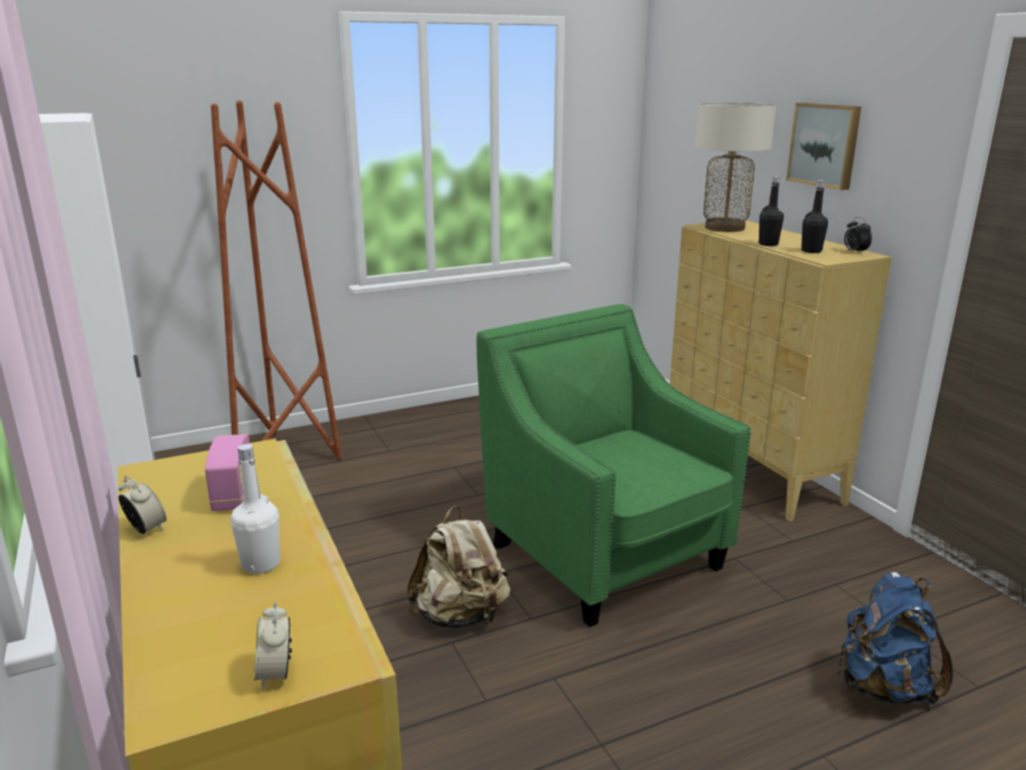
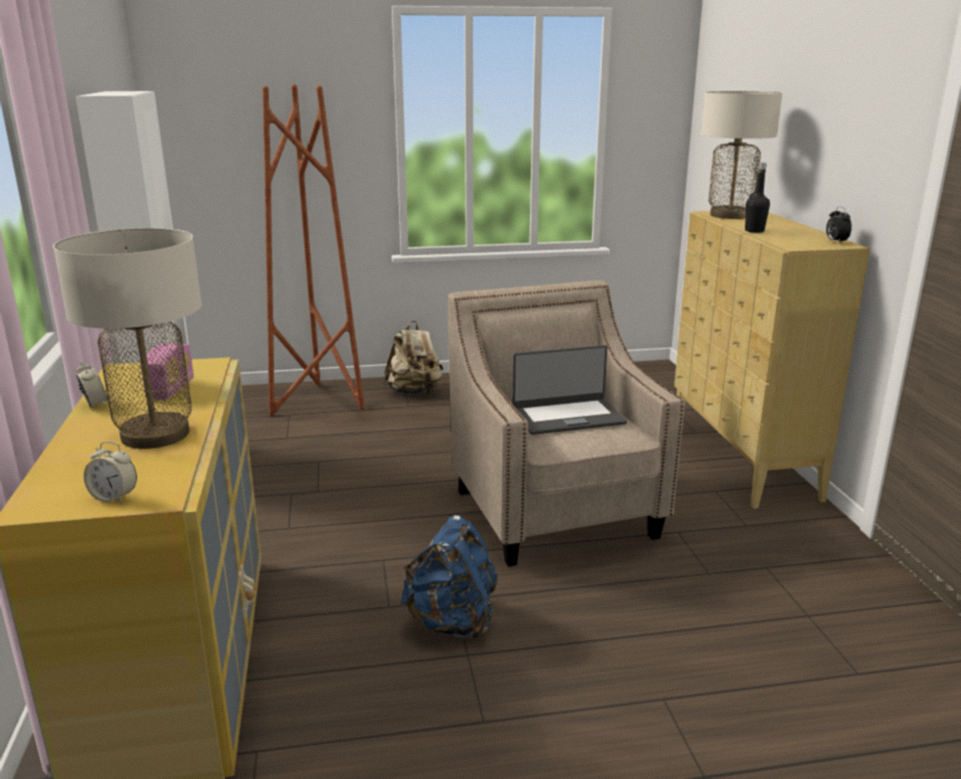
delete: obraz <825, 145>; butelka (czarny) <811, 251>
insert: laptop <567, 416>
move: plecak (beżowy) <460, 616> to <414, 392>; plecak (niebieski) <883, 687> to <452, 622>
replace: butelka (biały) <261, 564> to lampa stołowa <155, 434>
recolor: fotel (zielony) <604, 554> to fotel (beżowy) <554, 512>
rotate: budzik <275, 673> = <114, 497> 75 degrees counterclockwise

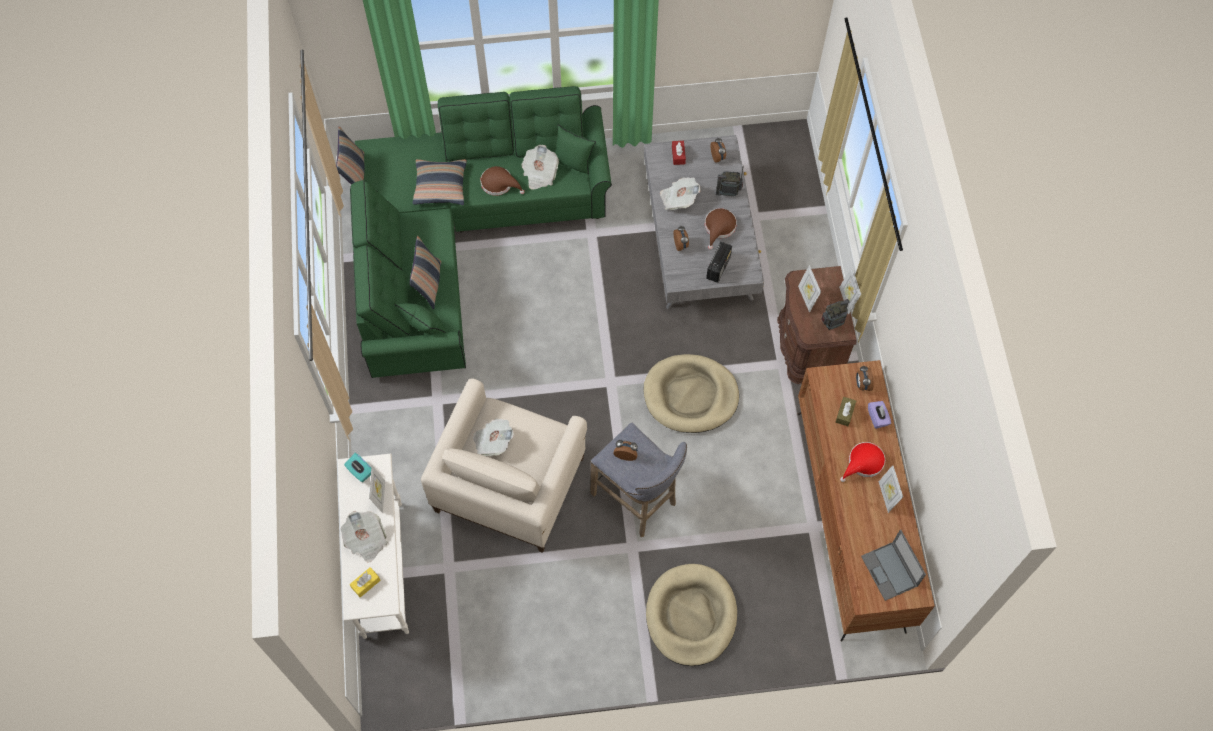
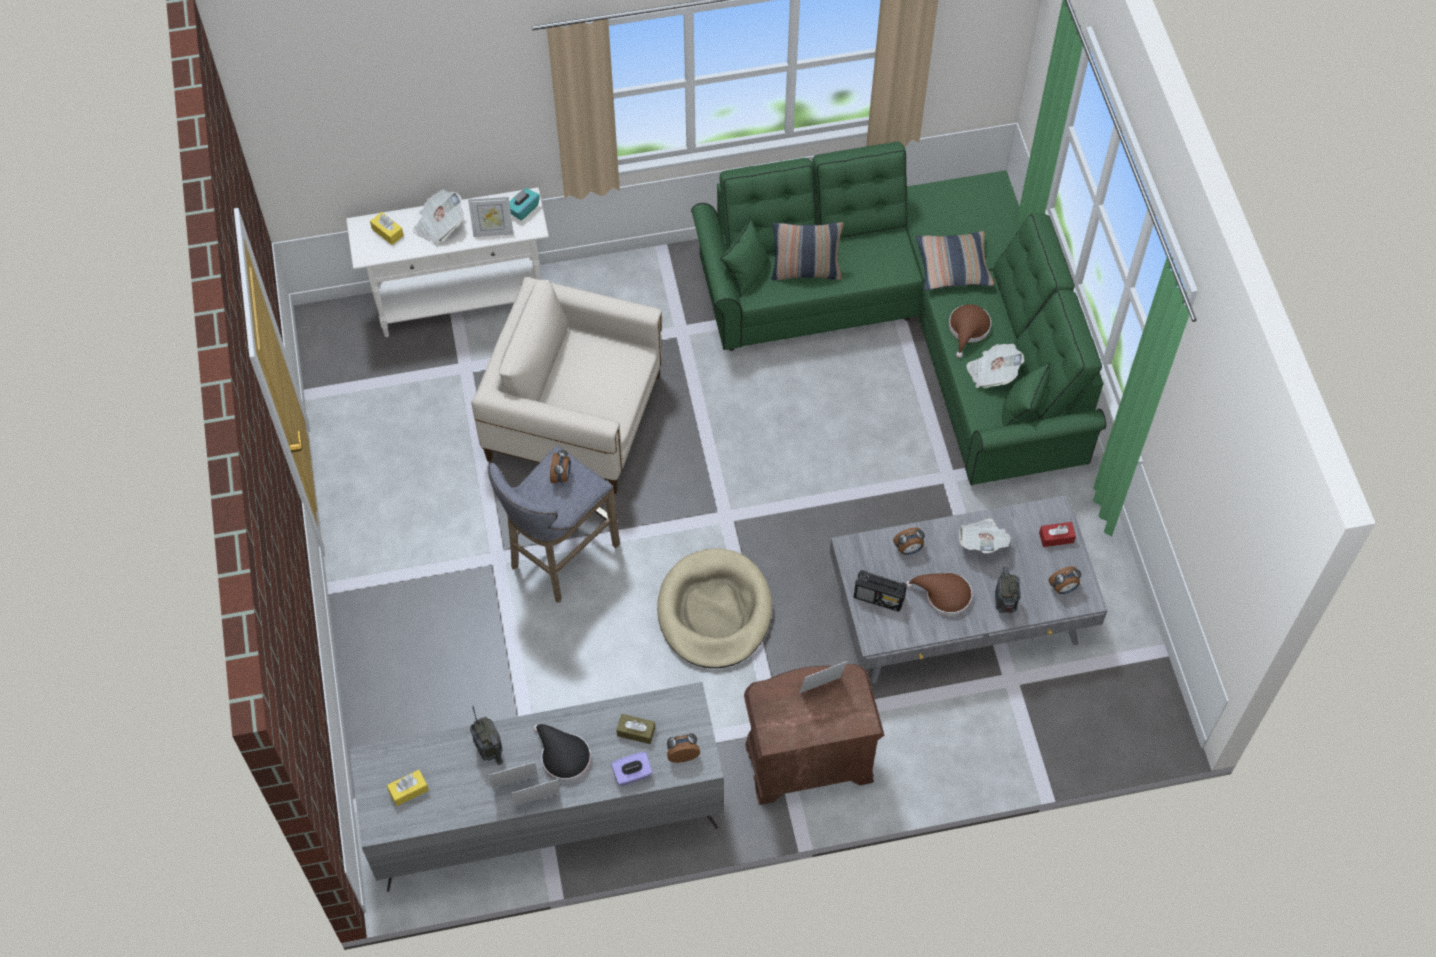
delete: poduszka <355, 175>; gazeta <493, 441>; legowisko (beżowy) <691, 616>
move: ramka na zdjęcie <847, 300> to <538, 803>; radio <832, 323> to <489, 750>
replace: laptop <890, 571> to pudełko chusteczek (żółty) <408, 790>
recolor: szafka pod telewizor (brązowy) <851, 520> to szafka pod telewizor (szary) <545, 819>; kapelusz (czerwony) <863, 463> to kapelusz (czarny) <563, 756>

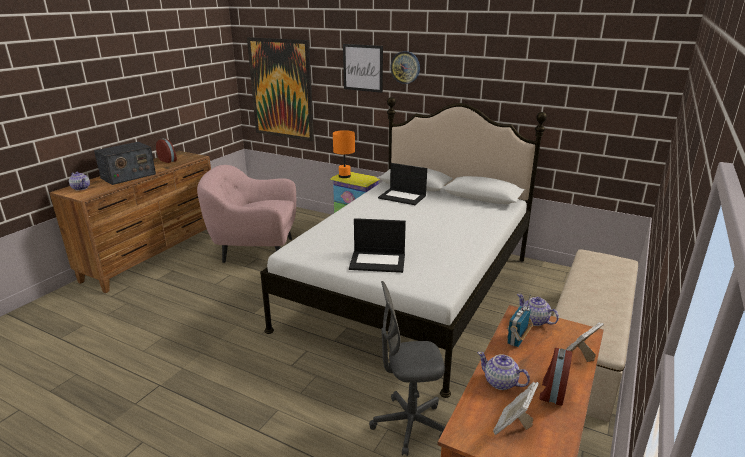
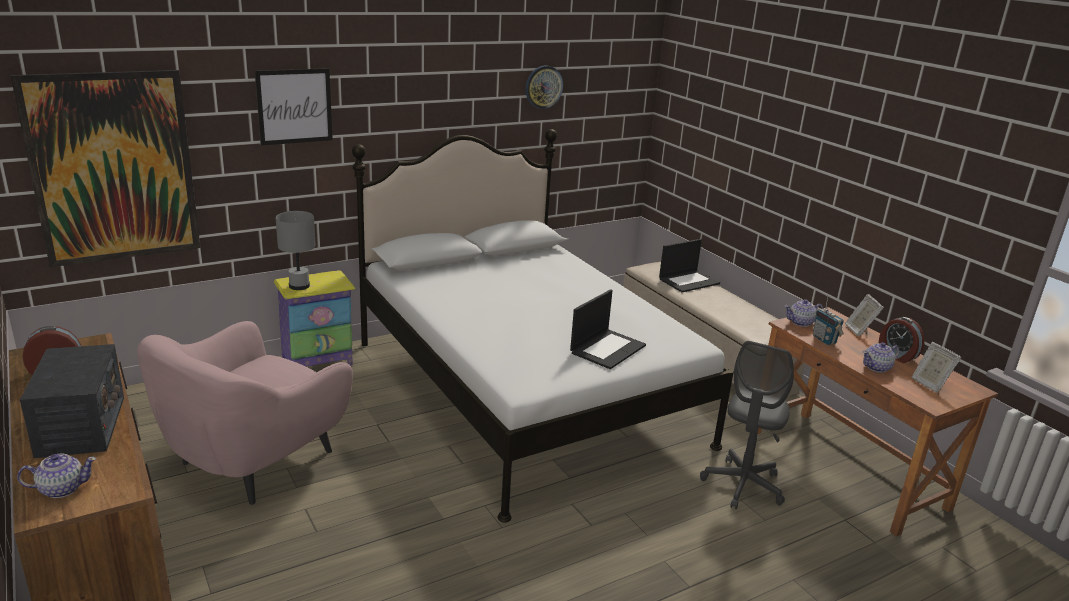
move: zegar ścienny <405, 67> to <543, 87>; laptop <403, 197> to <689, 281>
recolor: lampa stołowa (pomarańczowy) <344, 176> to lampa stołowa (szary) <299, 286>

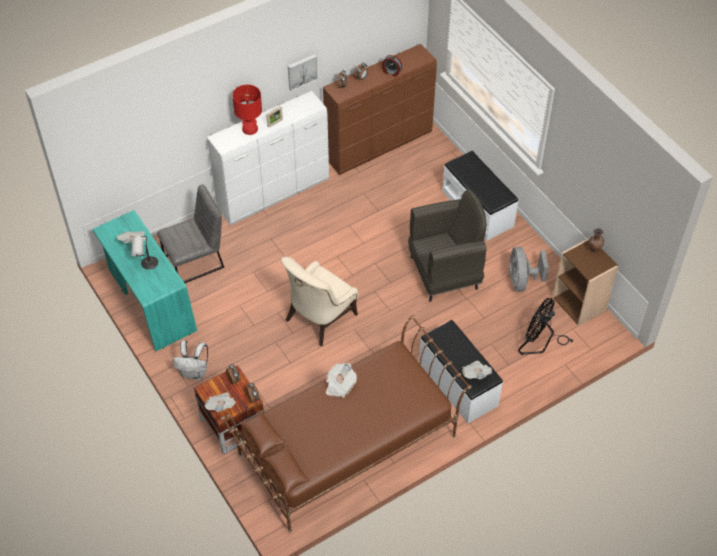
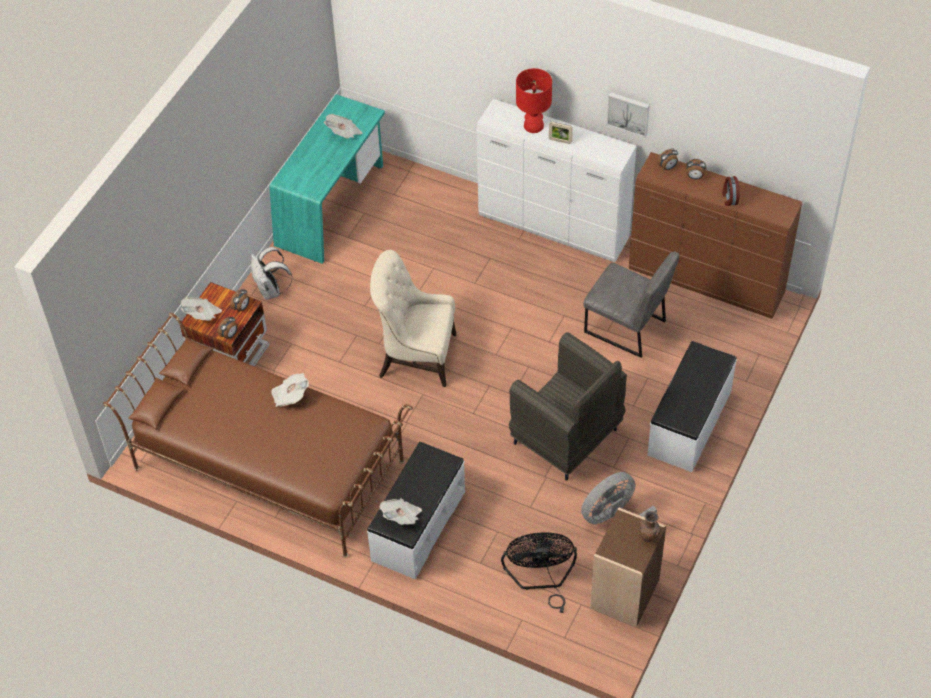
delete: lampa stołowa <146, 263>
move: krzesło (szary) <195, 261> to <627, 328>

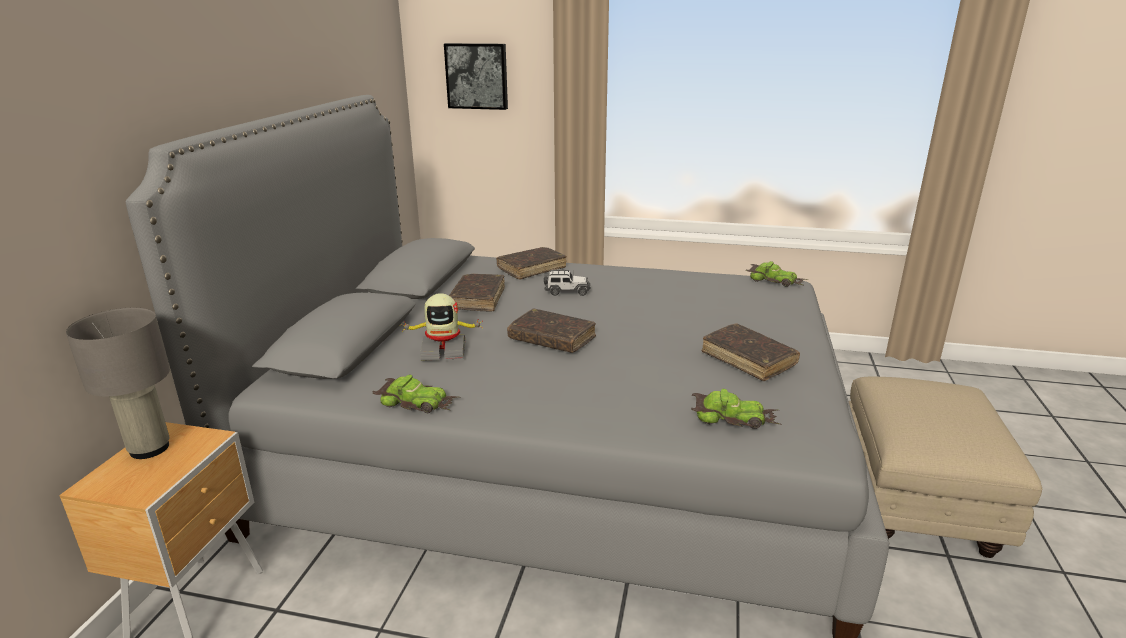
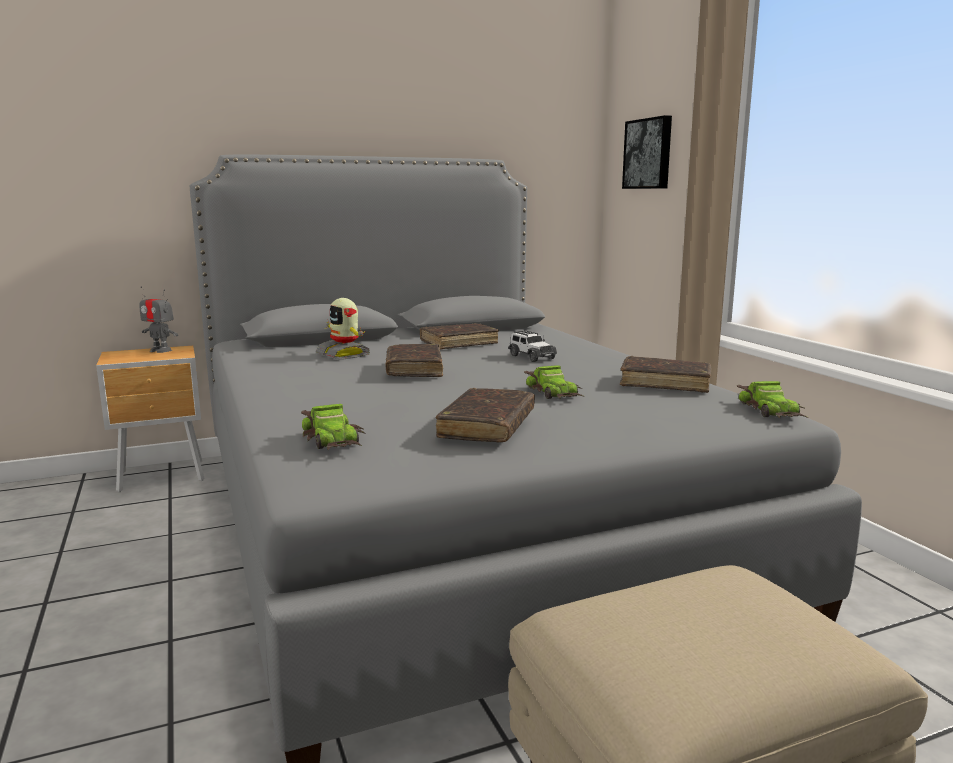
move: książka (brązowy) <531, 269> to <665, 384>; samochodzik <417, 402> to <553, 392>
replace: lampa stołowa (szary) <150, 448> to robot zabawkowy <160, 350>

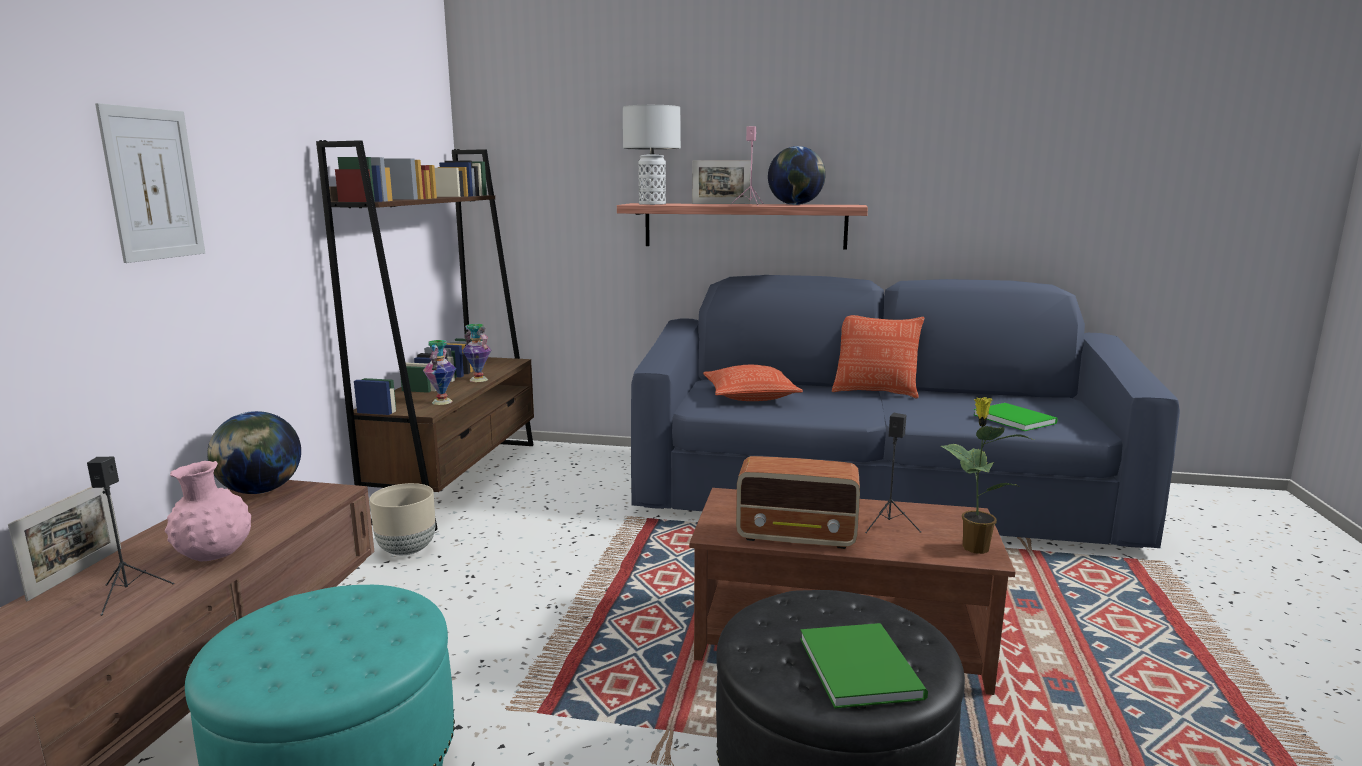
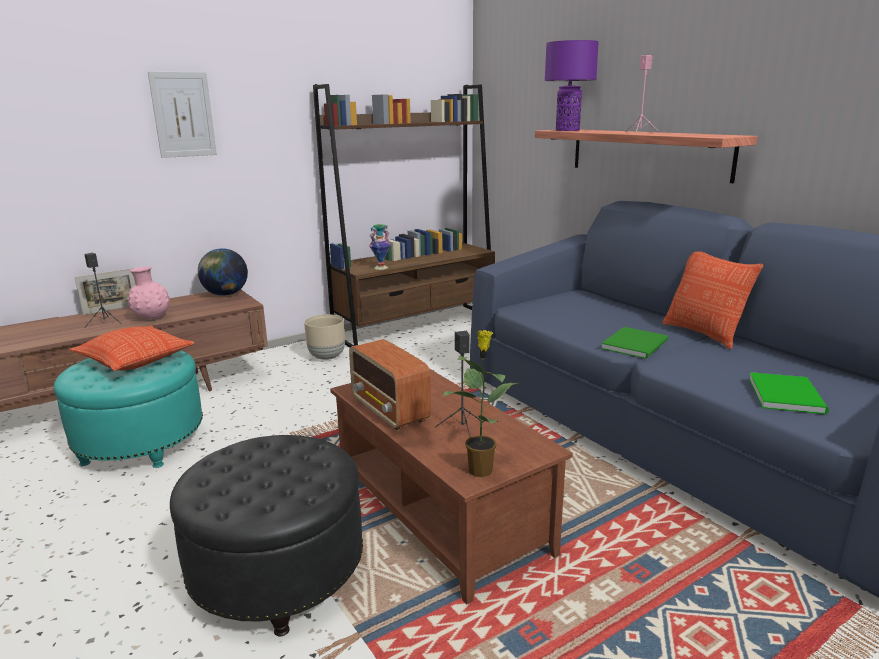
delete: globus <795, 204>; ramka na zdjęcie <720, 203>; wazon <478, 379>
move: poduszka (pomarańczowy) <750, 396> to <136, 361>; książka (zielony) <861, 665> to <637, 344>
recolor: lampa stołowa (biały) <653, 204> to lampa stołowa (fioletowy) <568, 130>

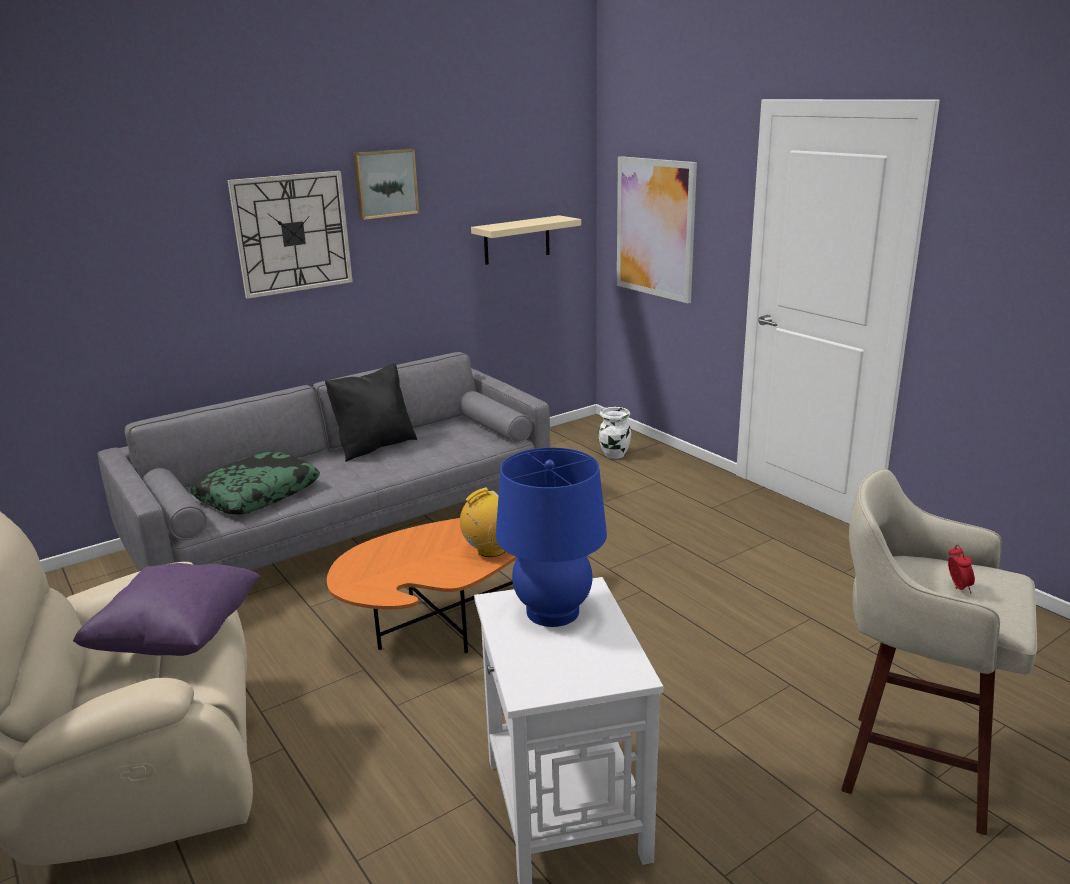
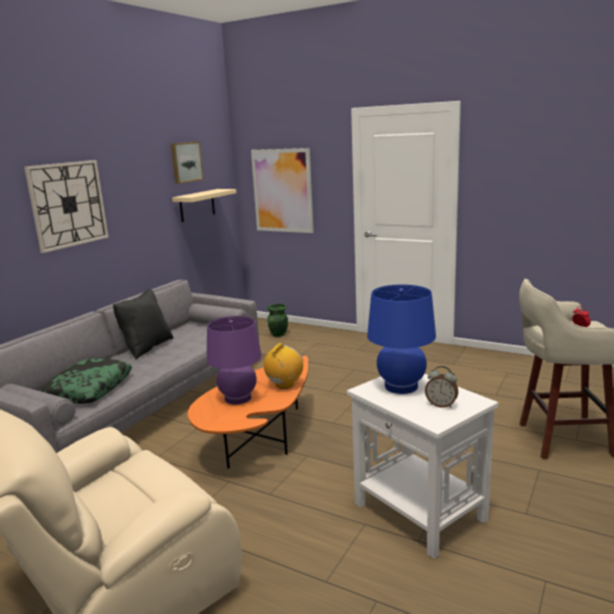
delete: poduszka (fioletowy) <177, 638>
insert: lampa stołowa (fioletowy) <238, 398>; budzik <441, 405>
move: obraz <385, 183> to <185, 162>
recolor: wazon (biały) <614, 455> to wazon (zielony) <278, 334>

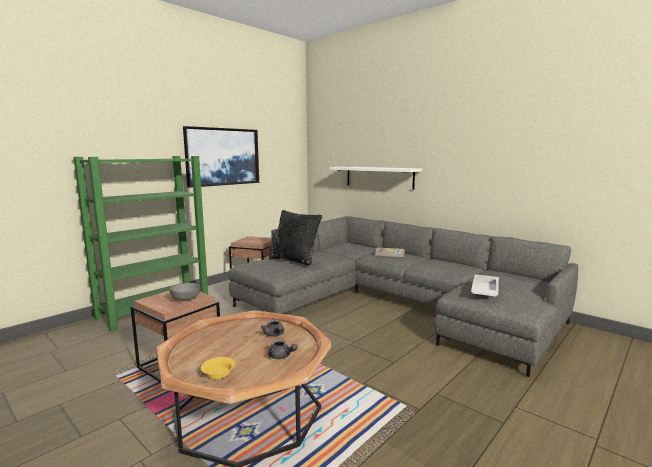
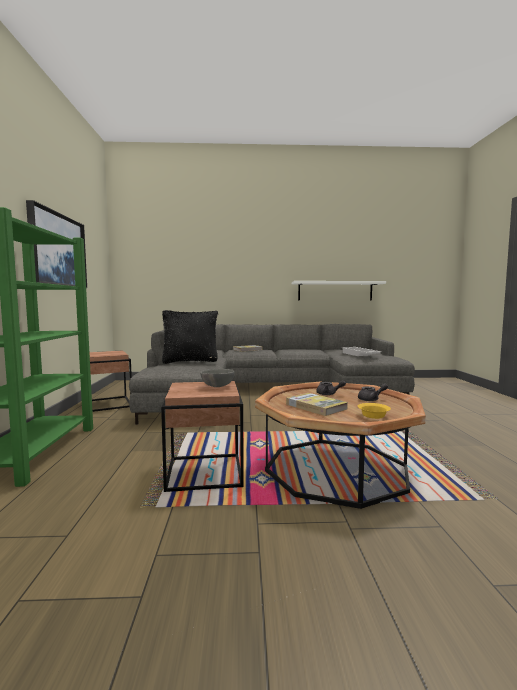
insert: książka <316, 406>
move: półka (biały) <379, 177> to <335, 291>

